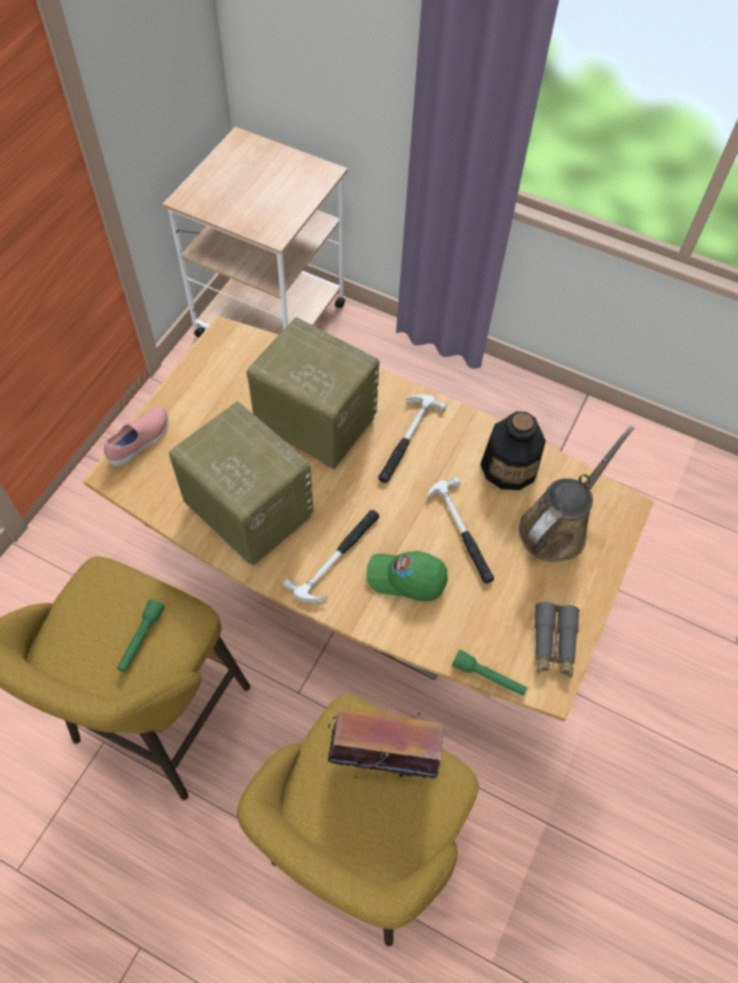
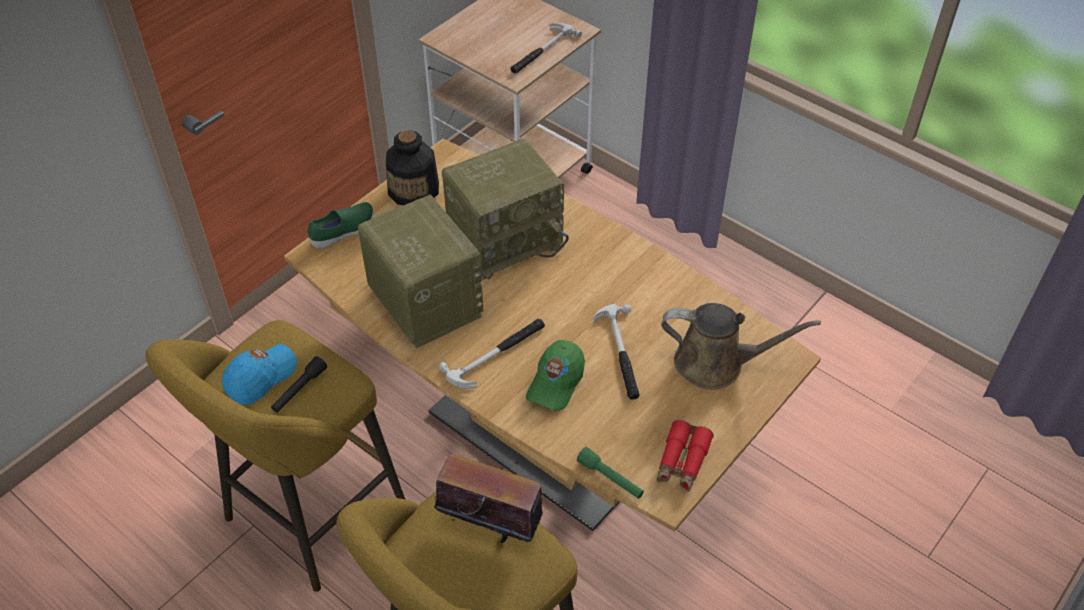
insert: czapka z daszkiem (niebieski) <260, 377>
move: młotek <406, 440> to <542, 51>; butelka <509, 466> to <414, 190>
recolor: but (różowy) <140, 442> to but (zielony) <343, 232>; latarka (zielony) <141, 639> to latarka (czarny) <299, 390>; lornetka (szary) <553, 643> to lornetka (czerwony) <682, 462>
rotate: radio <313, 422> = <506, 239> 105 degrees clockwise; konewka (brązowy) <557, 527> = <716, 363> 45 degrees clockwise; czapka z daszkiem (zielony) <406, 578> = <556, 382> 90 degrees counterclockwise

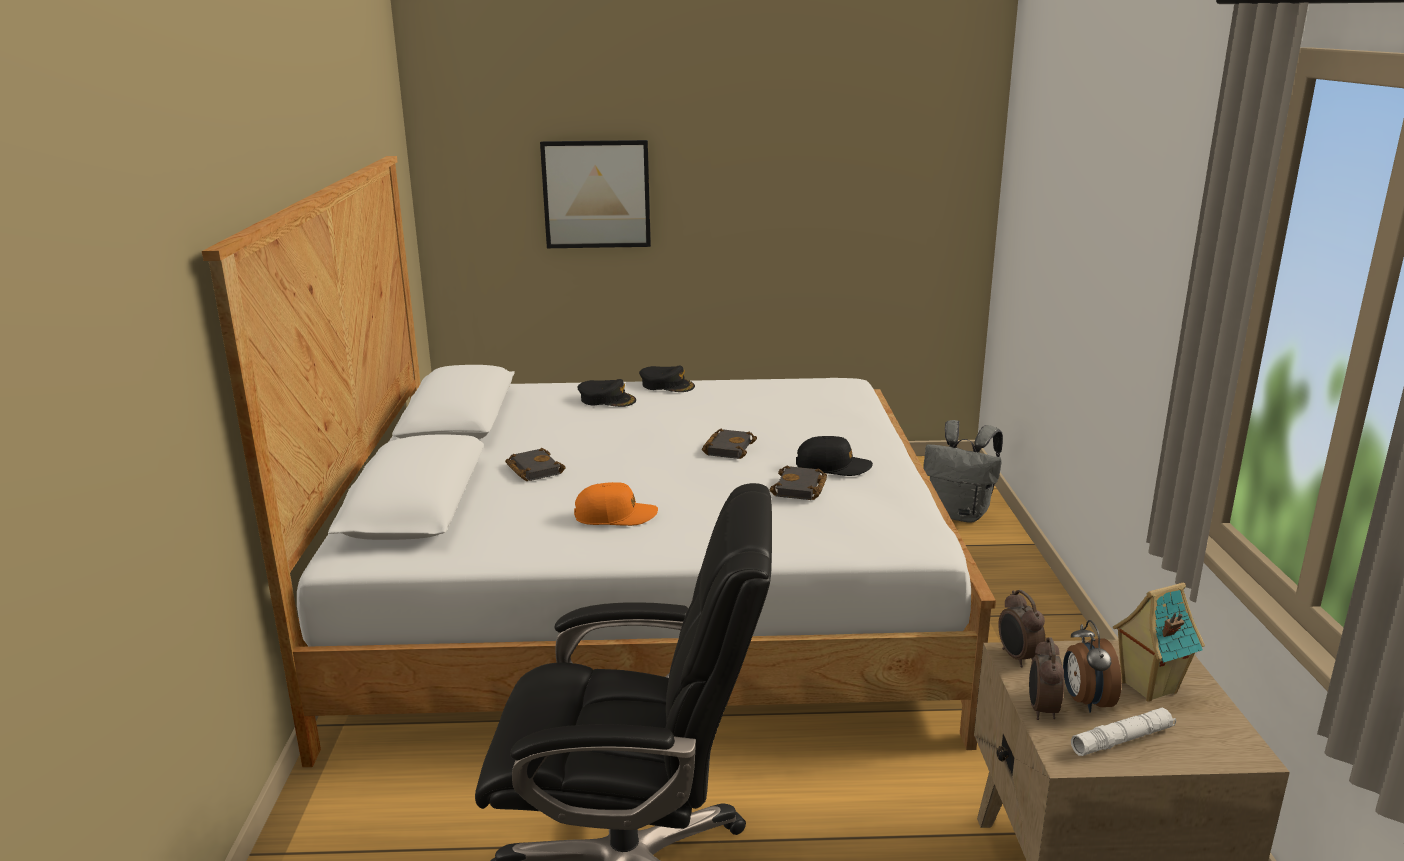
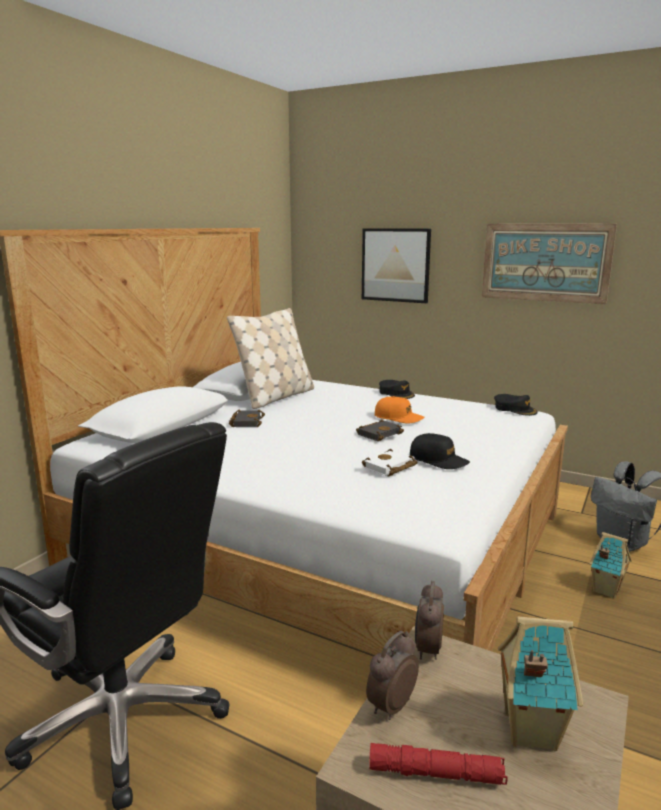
delete: budzik <1085, 701>
insert: obraz <545, 262>; poduszka (beżowy) <276, 397>; domek <605, 590>
move: czapka z daszkiem (czarny) <607, 399> to <515, 409>; czapka z daszkiem (pomarańczowy) <615, 516> to <398, 418>
recolor: książka (czarny) <800, 489> to książka (biały) <390, 468>; latarka (biały) <1122, 739> to latarka (czerwony) <436, 773>

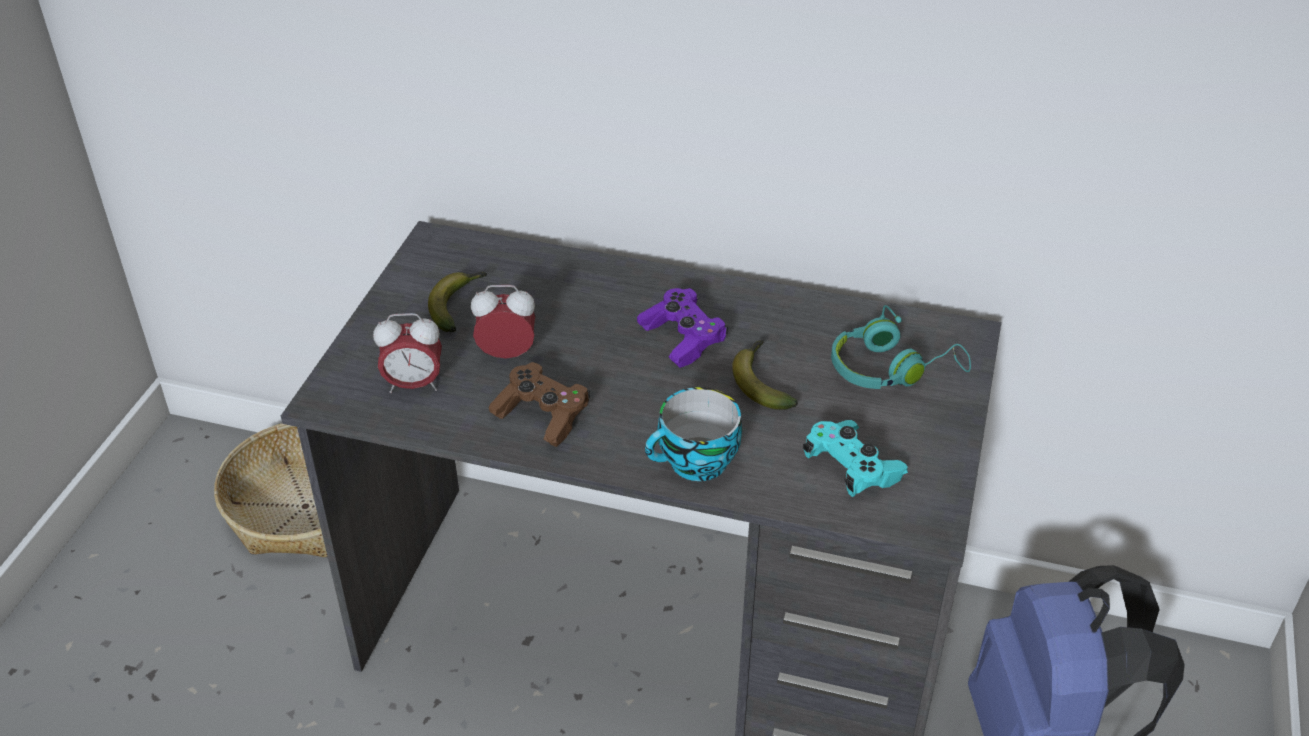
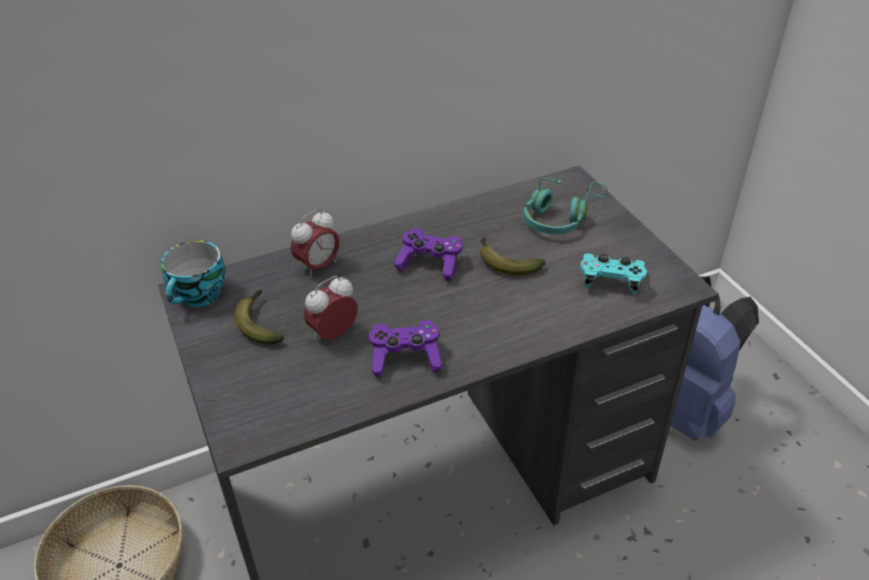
move: budzik <414, 385> to <318, 266>; filiżanka <695, 464> to <199, 296>
recolor: pad do gier (brązowy) <542, 416> to pad do gier (fioletowy) <405, 358>

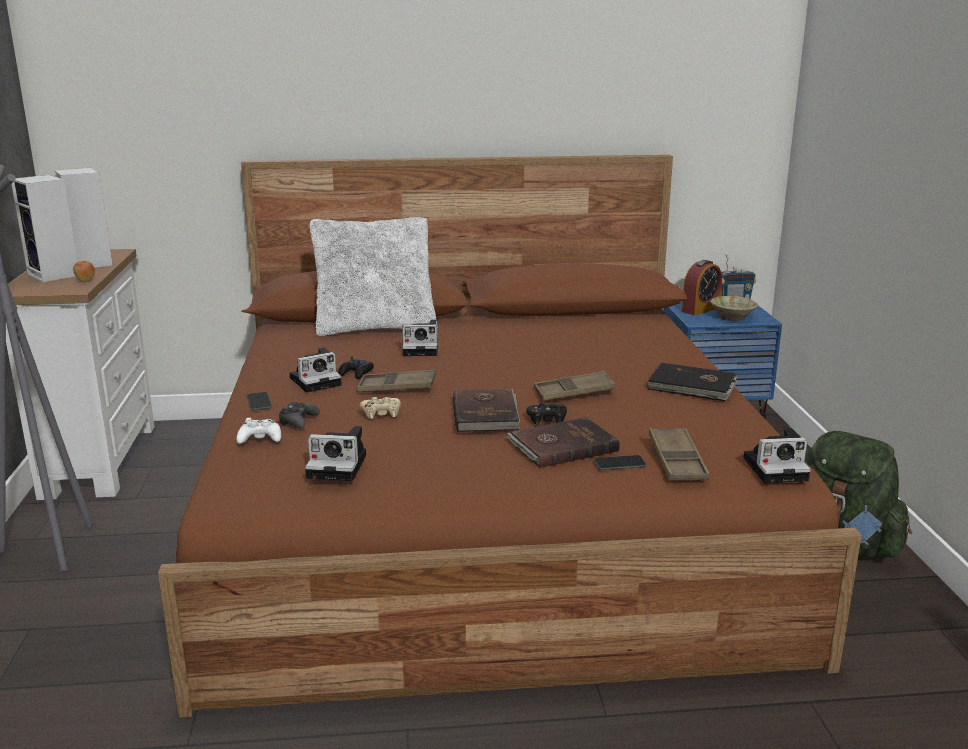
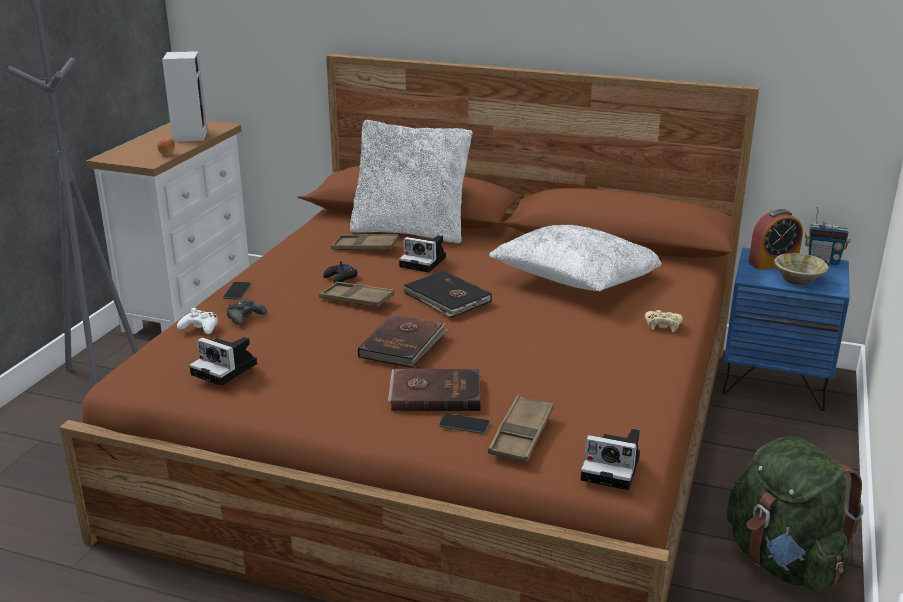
delete: głośnik <55, 275>; aparat fotograficzny <317, 381>; pad do gier (czarny) <547, 419>
insert: poduszka (biały) <576, 279>
move: książka (czarny) <692, 386> to <446, 298>; taca (brązowy) <574, 392> to <365, 247>; pad do gier (beżowy) <381, 413> to <662, 325>

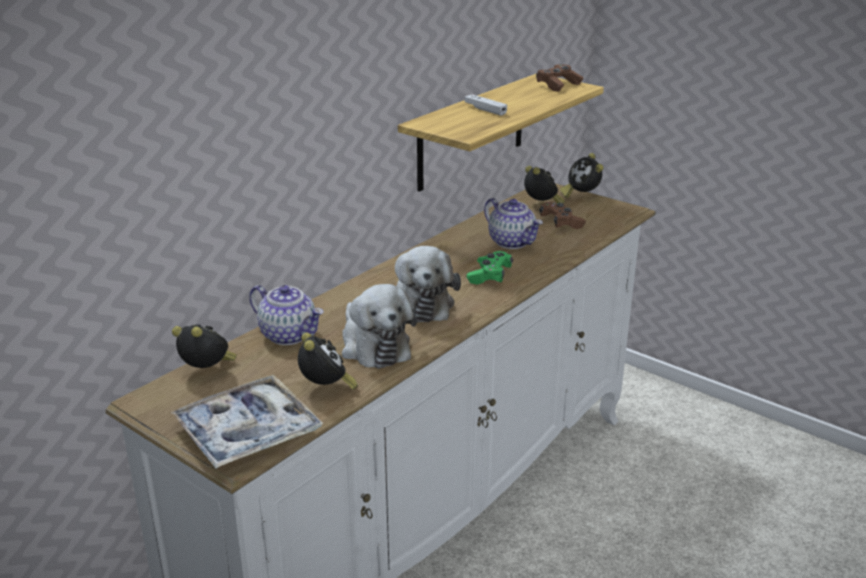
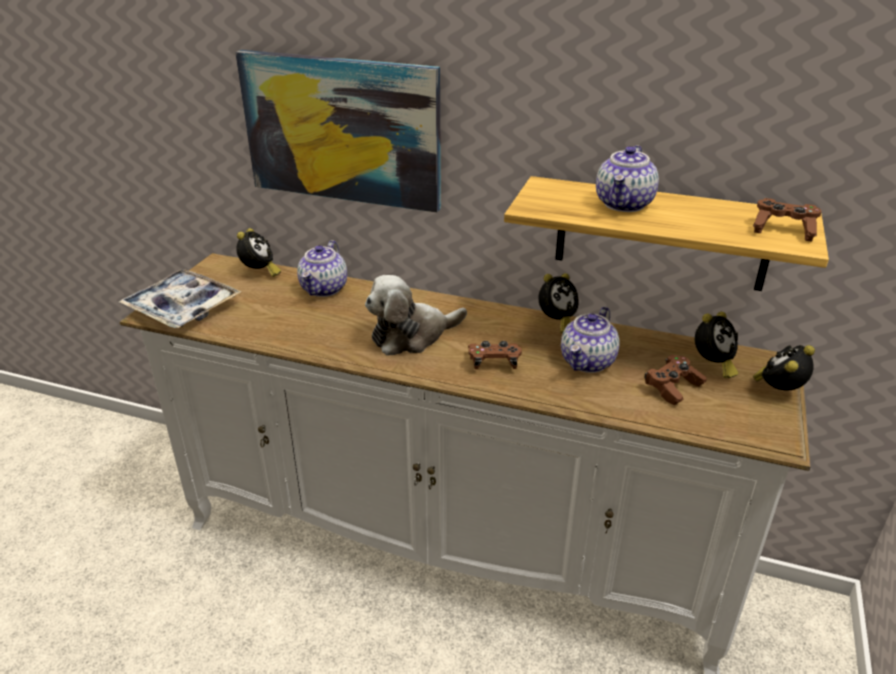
delete: pluszak <373, 346>
insert: obraz <342, 130>
move: budzik <326, 388> to <556, 323>
replace: pad do gier (biały) <485, 110> to imbryk <624, 204>
recolor: pad do gier (zielony) <490, 276> to pad do gier (brązowy) <494, 362>

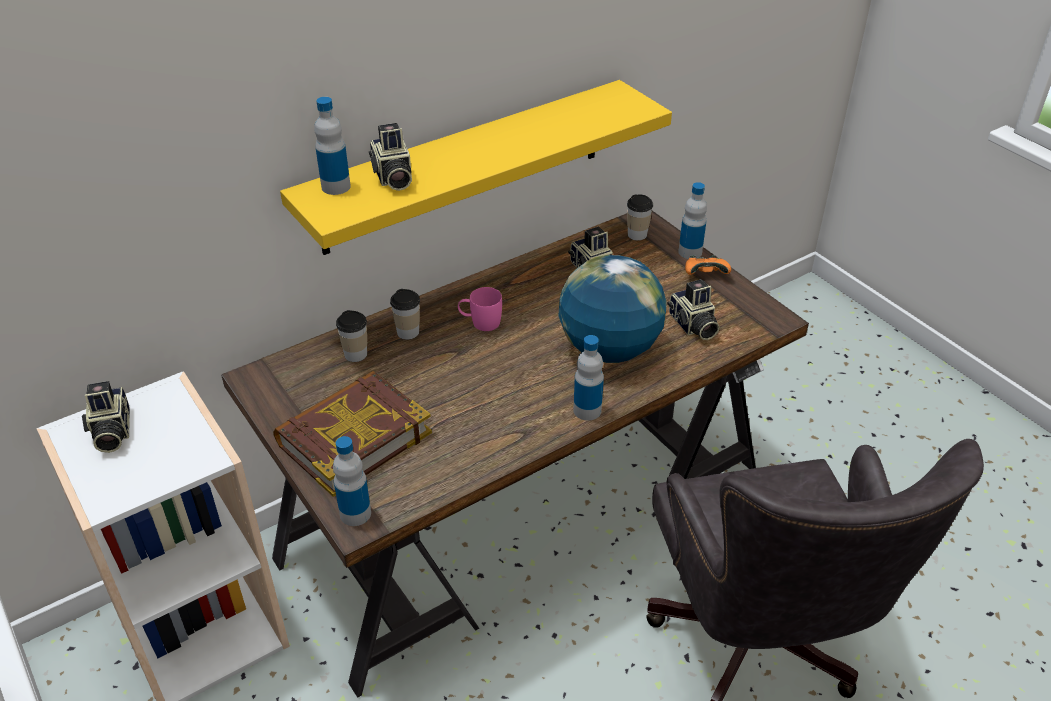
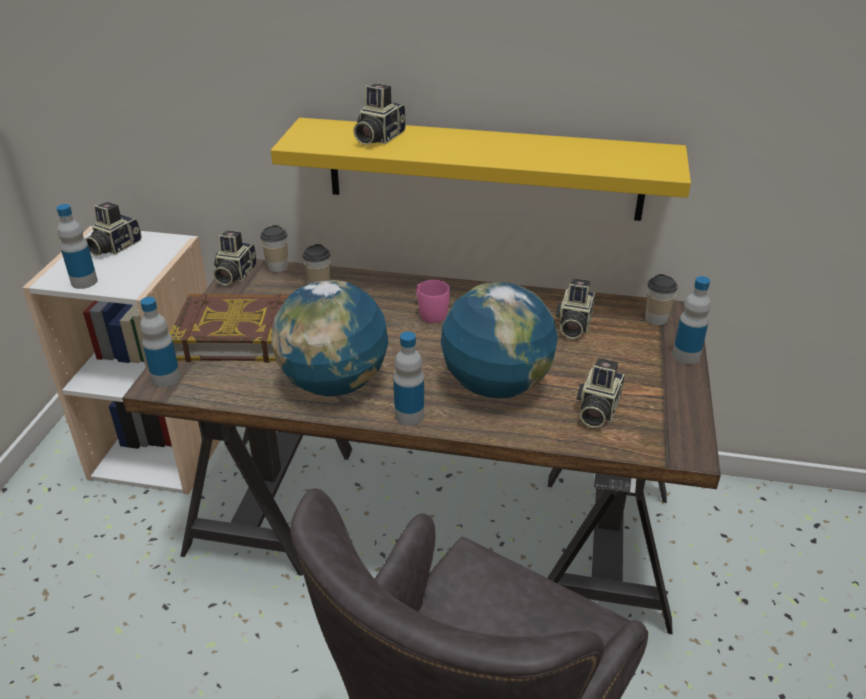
delete: pad do gier (pomarańczowy) <705, 275>
insert: aparat fotograficzny <234, 274>; globus <334, 383>
move: butelka <336, 187> to <84, 282>; filiżanka <408, 332> to <277, 267>

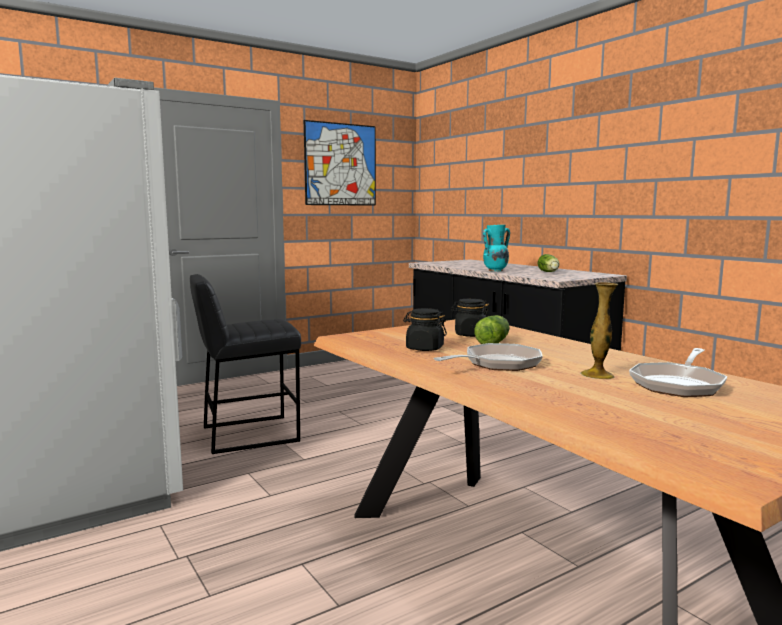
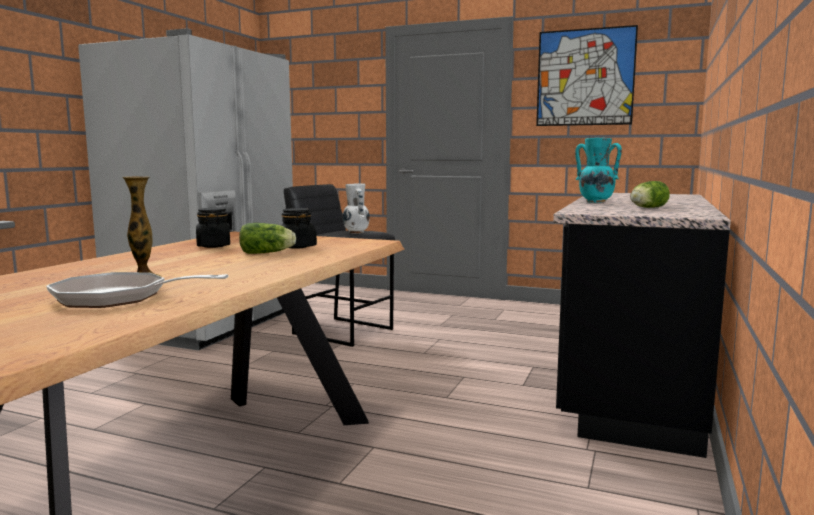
delete: patelnia <497, 364>
insert: wazon (biały) <356, 233>

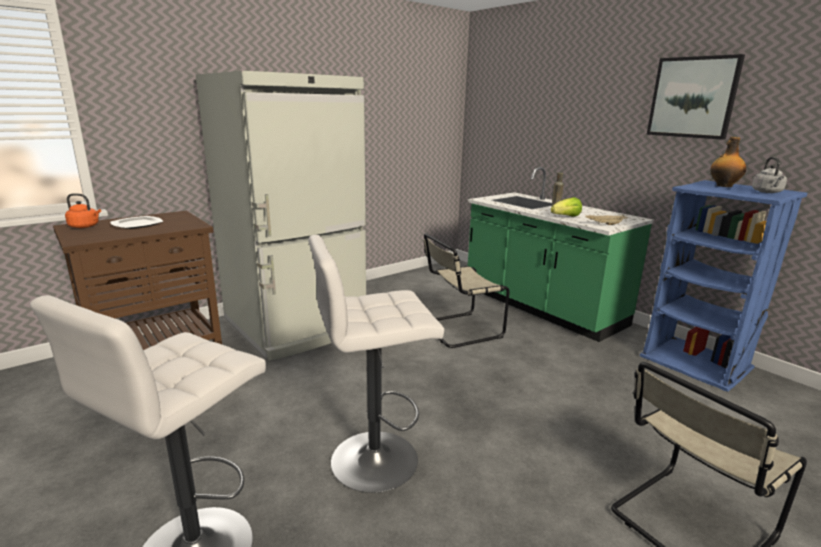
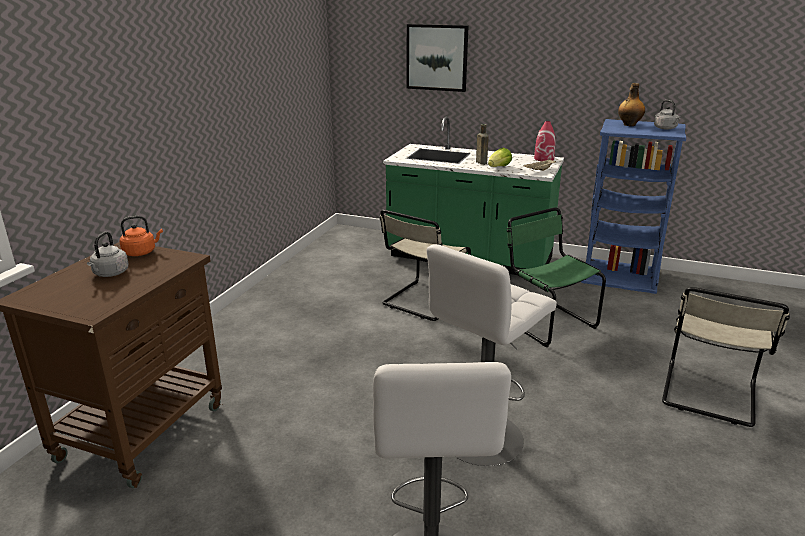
delete: lodówka (biały) <295, 324>
insert: wazon (czerwony) <544, 159>; krzesło (zielony) <545, 322>
move: obraz <693, 97> to <437, 57>; czajnik (pomarańczowy) <85, 226> to <141, 252>
replace: talerz <137, 224> to czajnik (szary) <110, 274>

